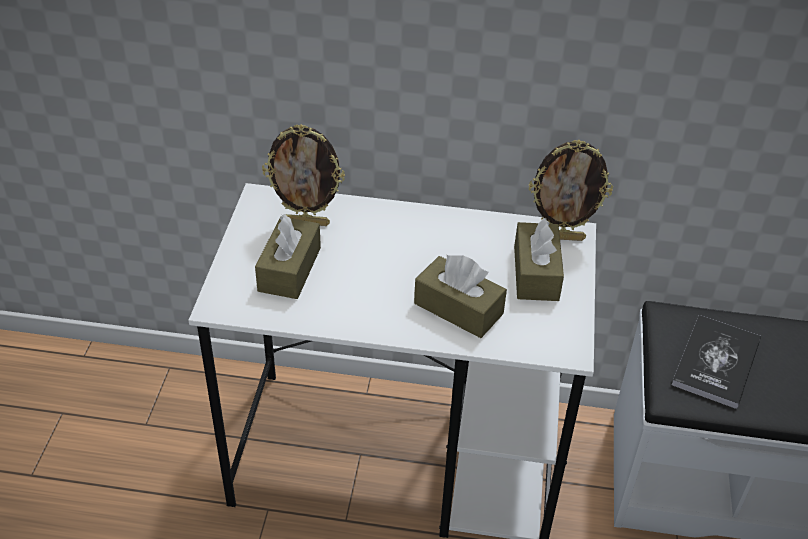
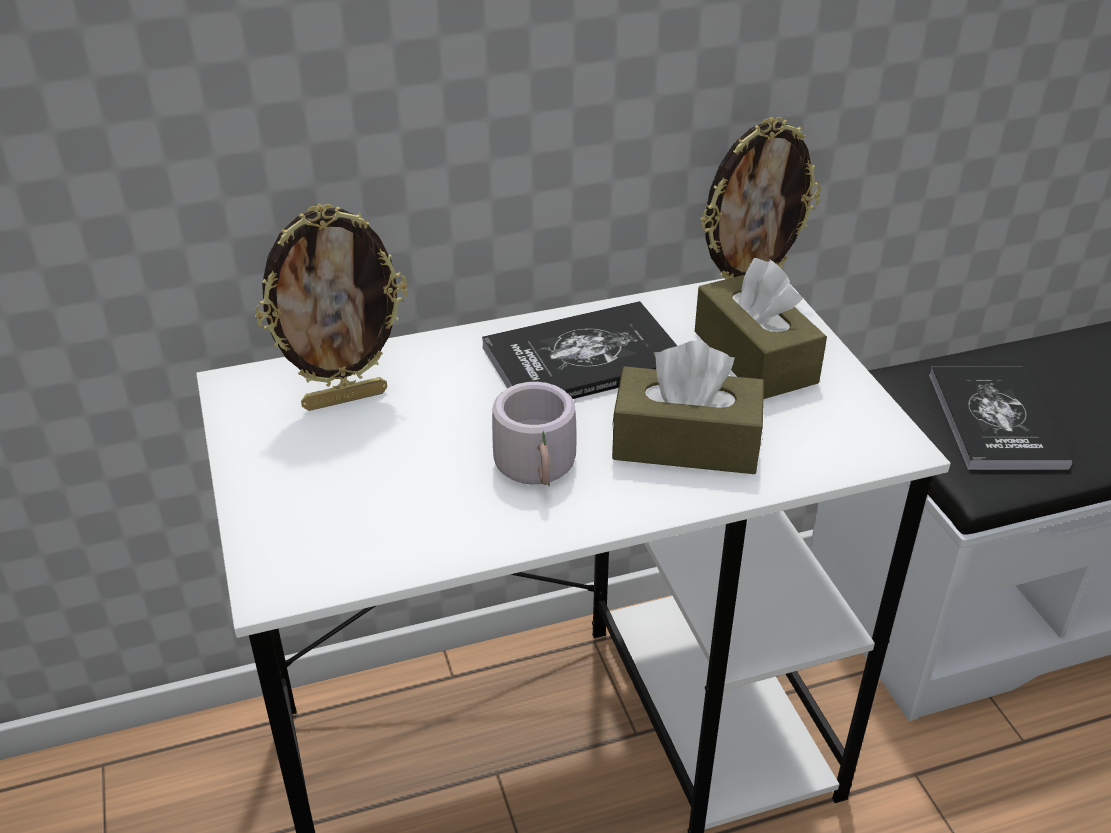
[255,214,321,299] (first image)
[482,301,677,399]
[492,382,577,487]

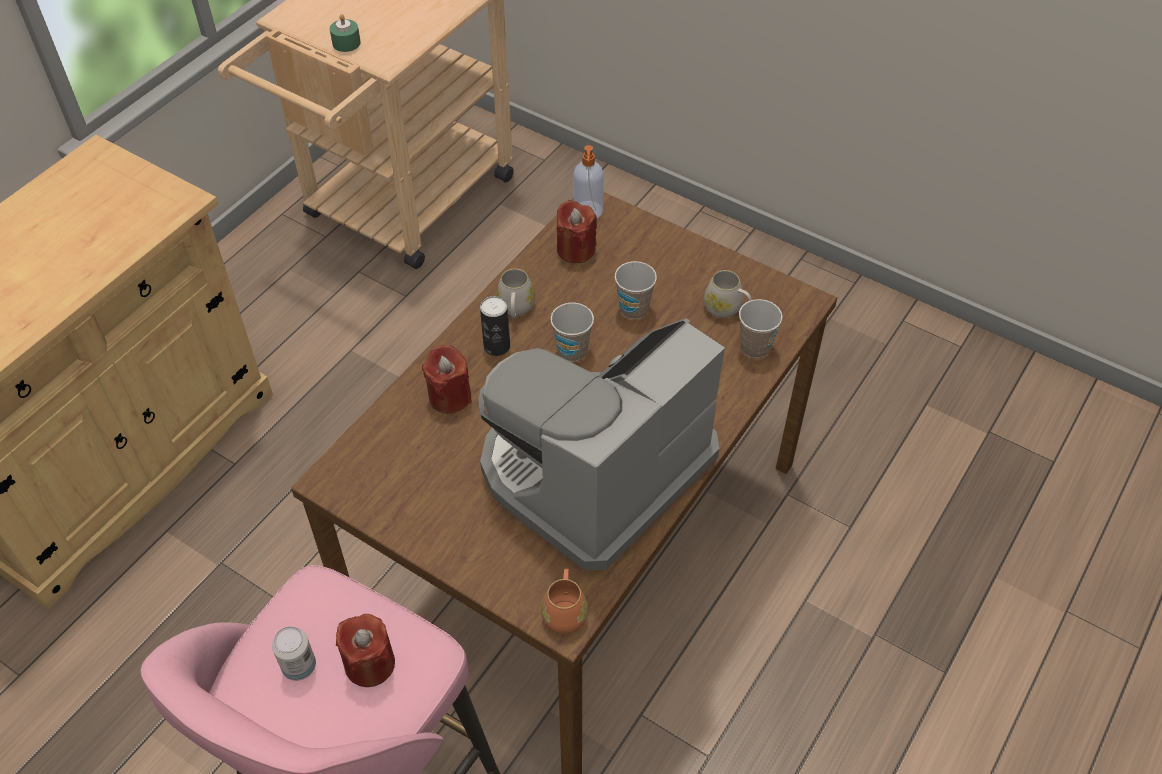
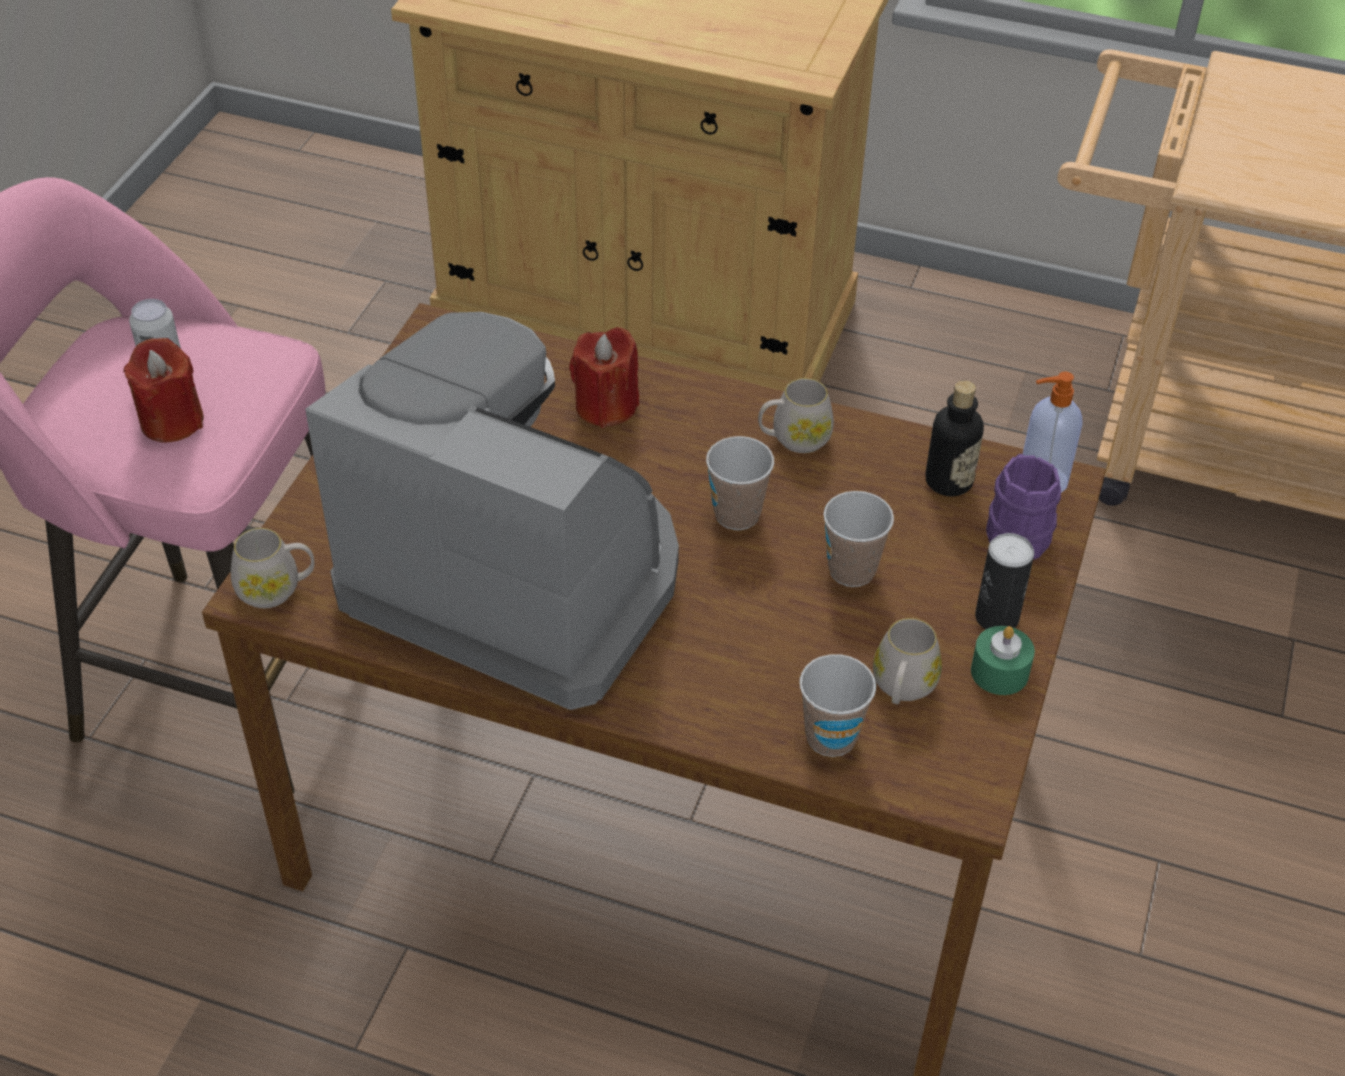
[986,454,1061,560]
[971,626,1035,695]
[975,533,1034,629]
[926,380,984,496]
[231,528,314,608]

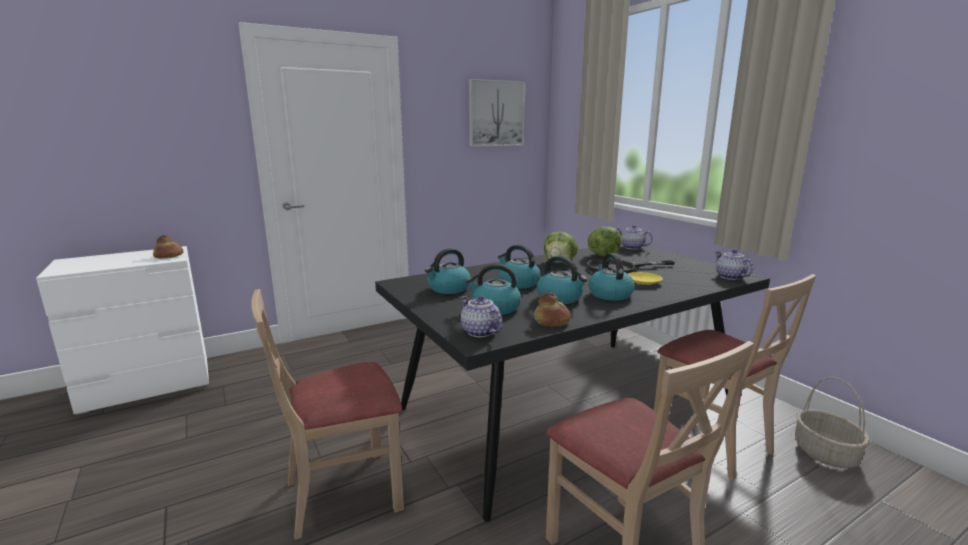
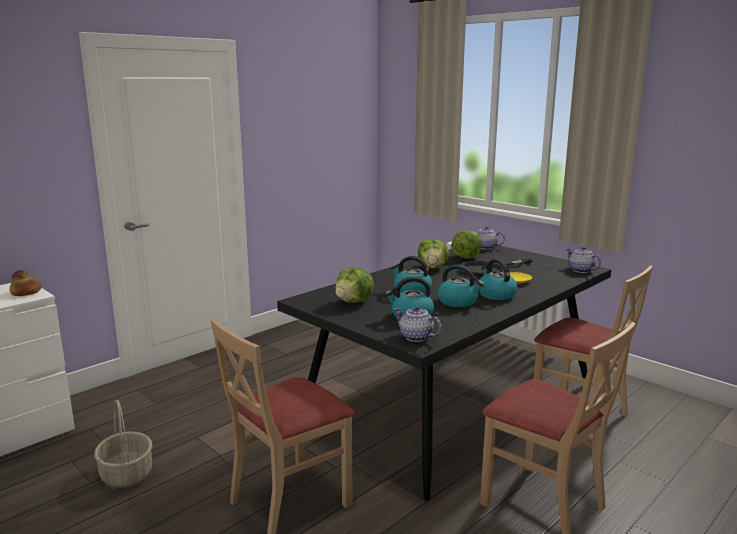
[469,79,525,147] (first image)
[534,292,571,327] (first image)
[94,400,152,487]
[335,268,374,303]

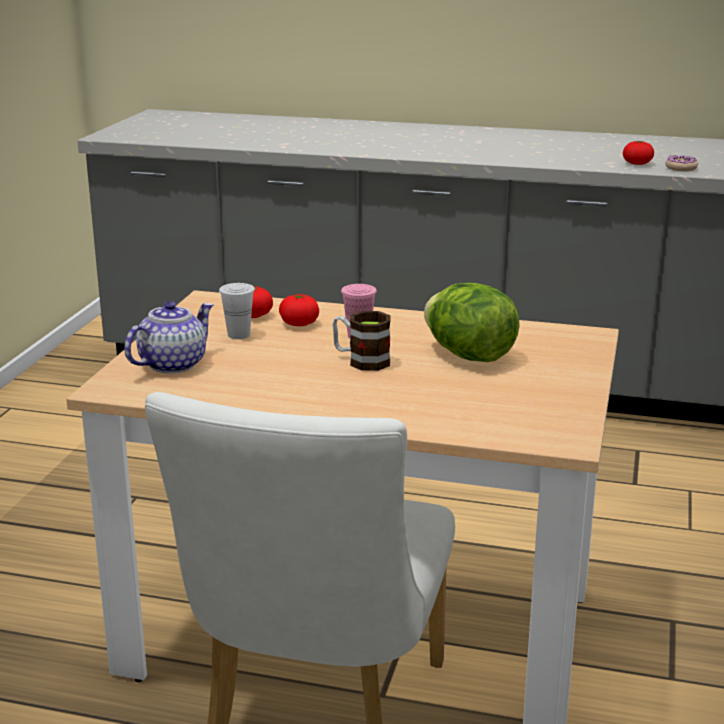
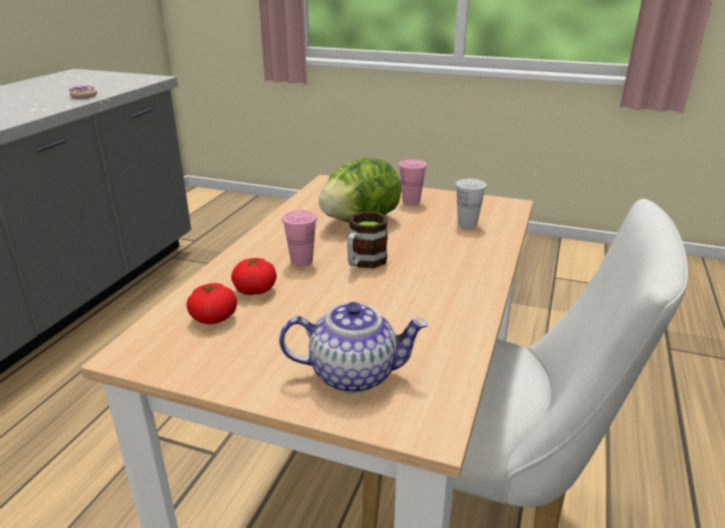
[623,141,654,165] (first image)
[399,159,427,205]
[455,179,487,228]
[279,302,428,393]

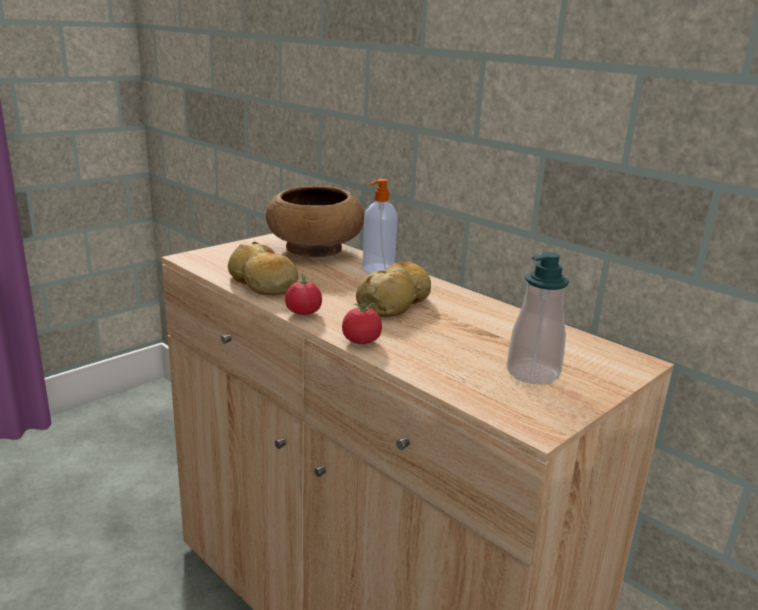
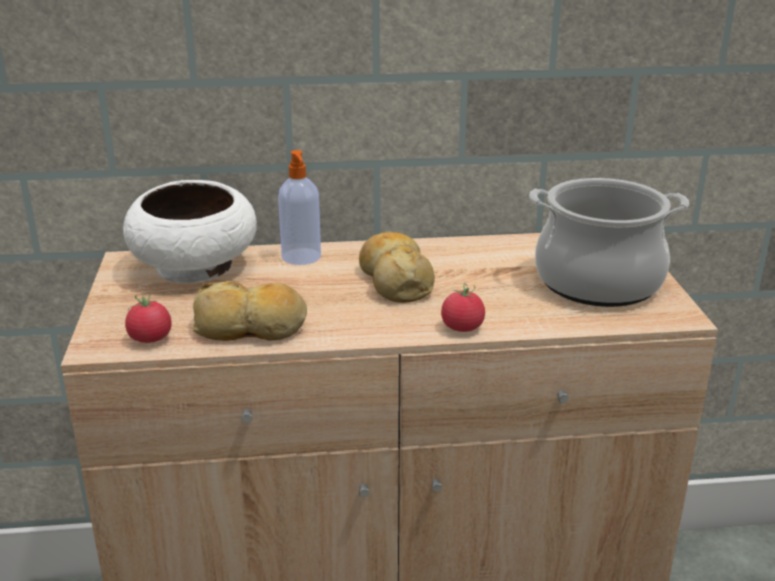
[125,294,171,343]
[529,178,689,307]
[123,180,257,283]

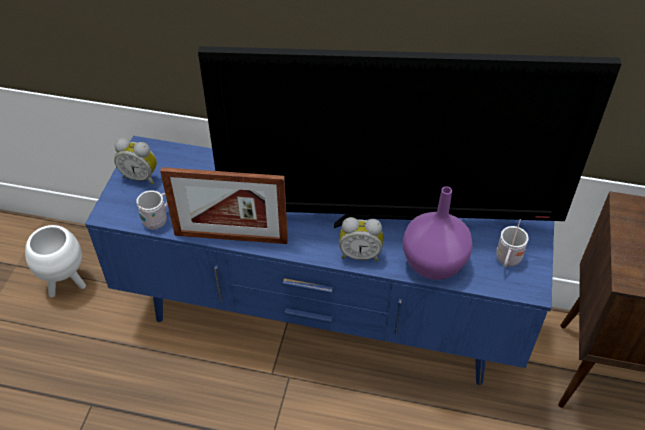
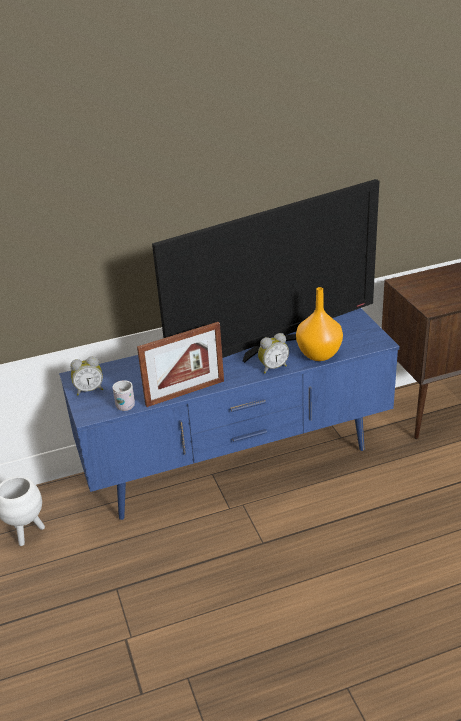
[496,219,529,268] (first image)
[296,287,343,361]

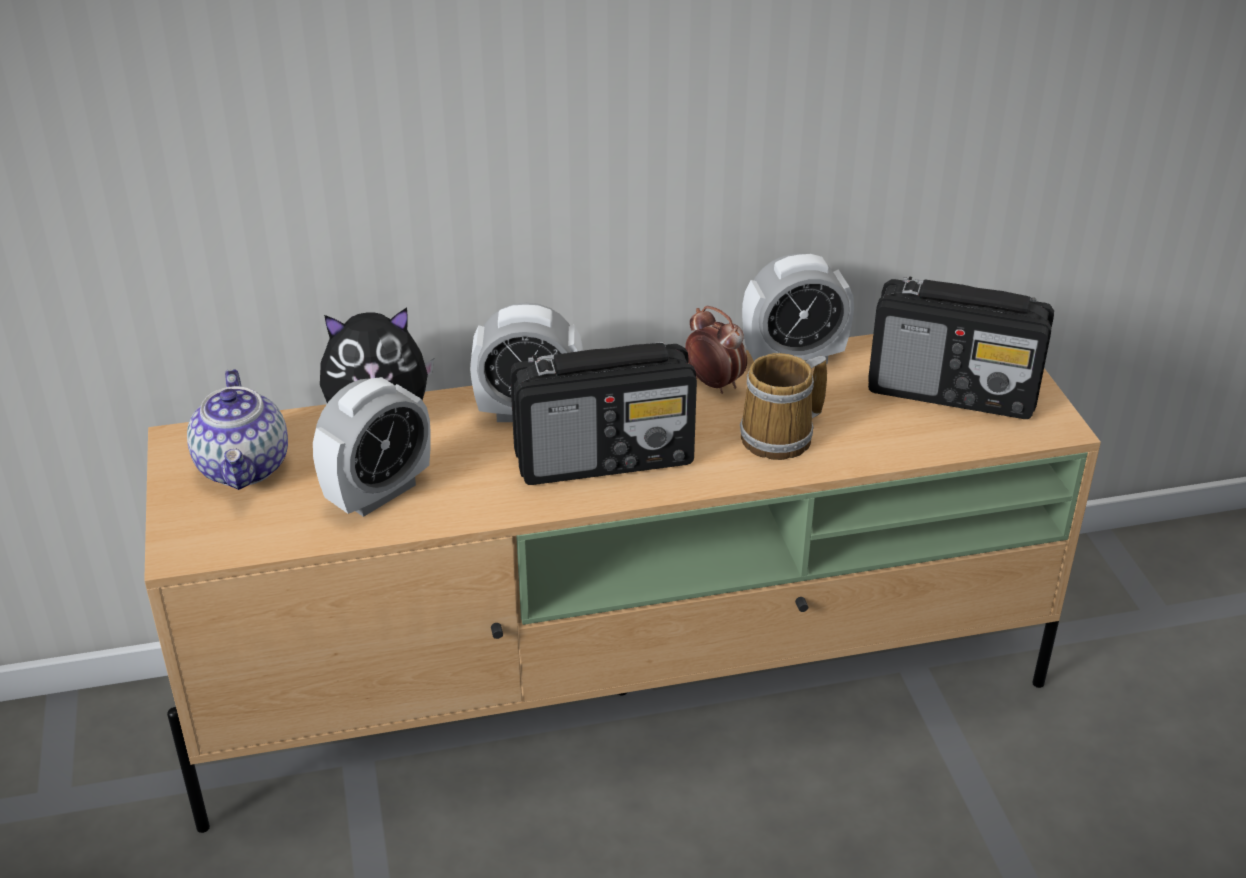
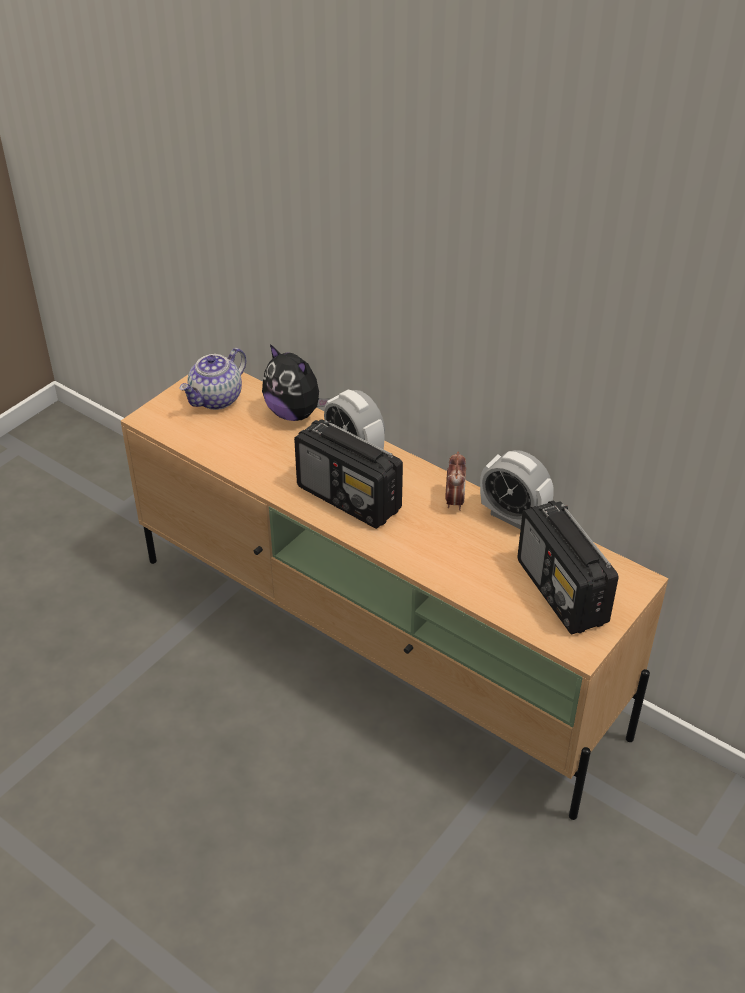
[313,377,431,517] (first image)
[740,353,827,460] (first image)

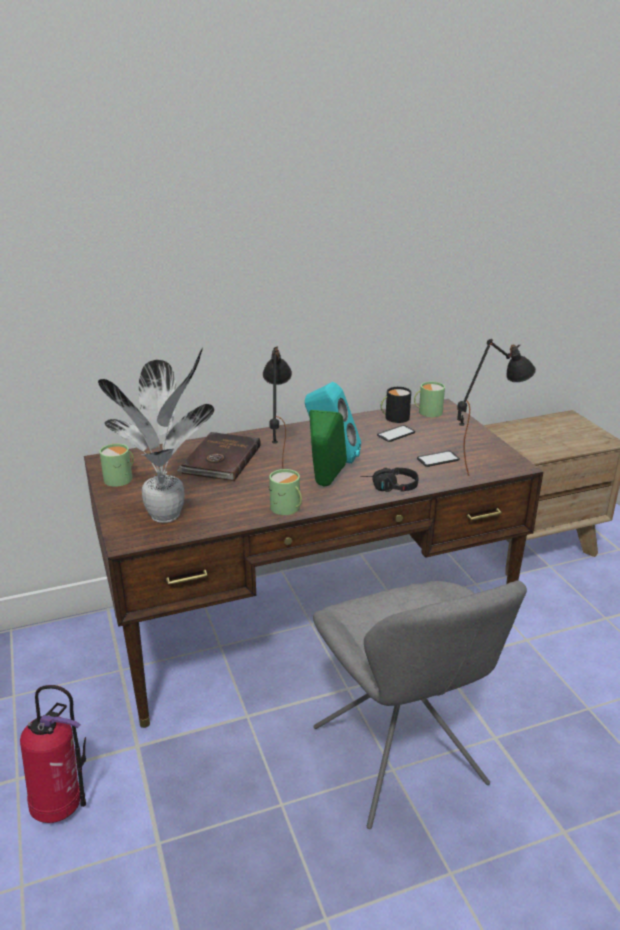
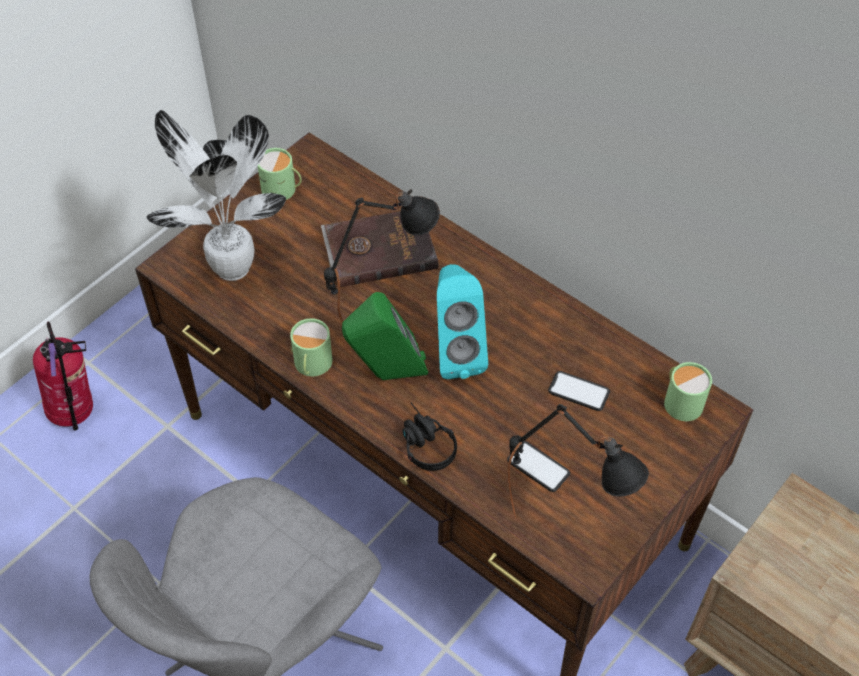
[381,387,411,423] (first image)

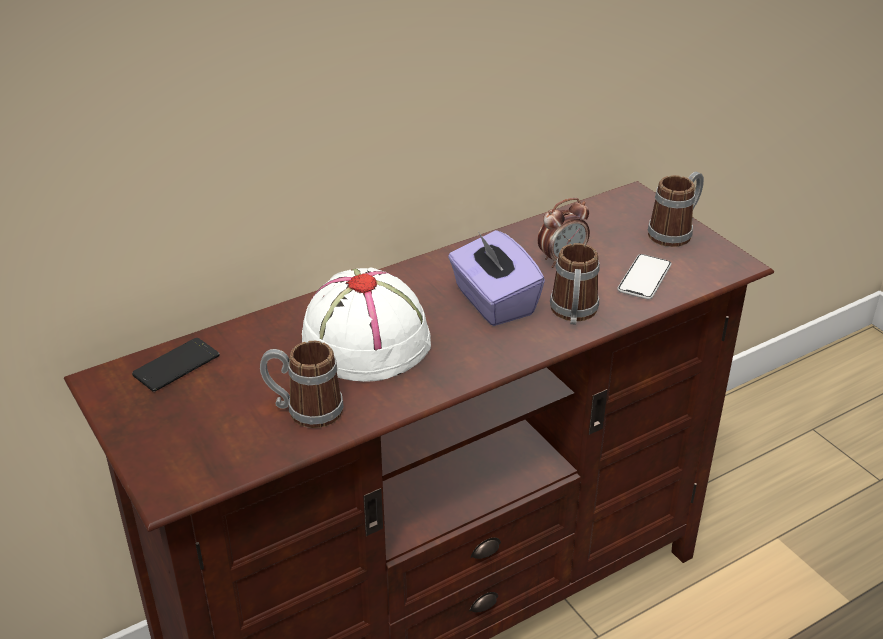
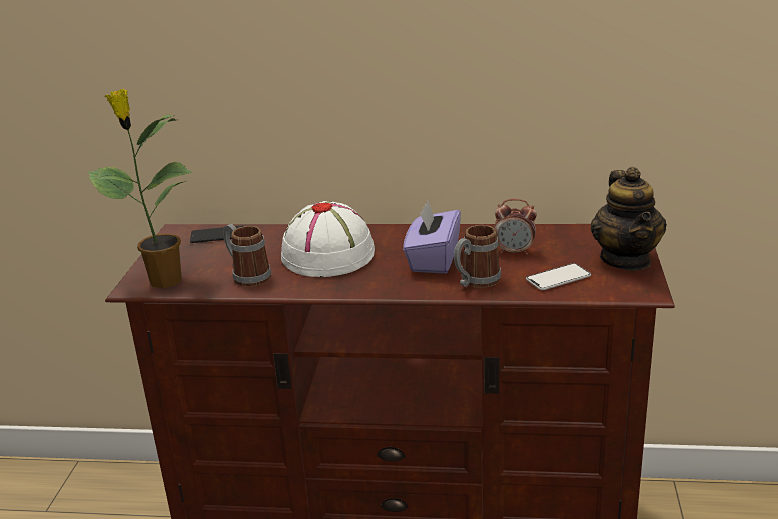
[88,89,192,288]
[590,167,667,270]

